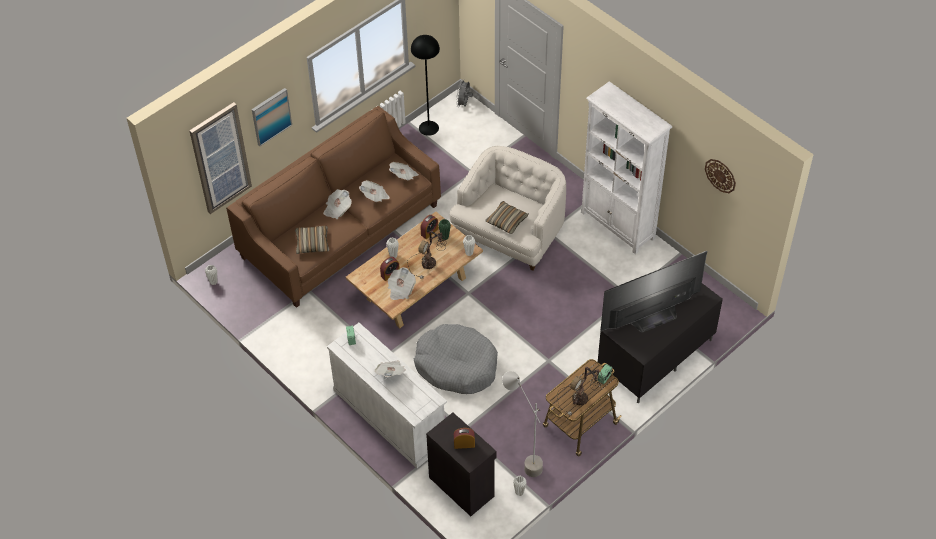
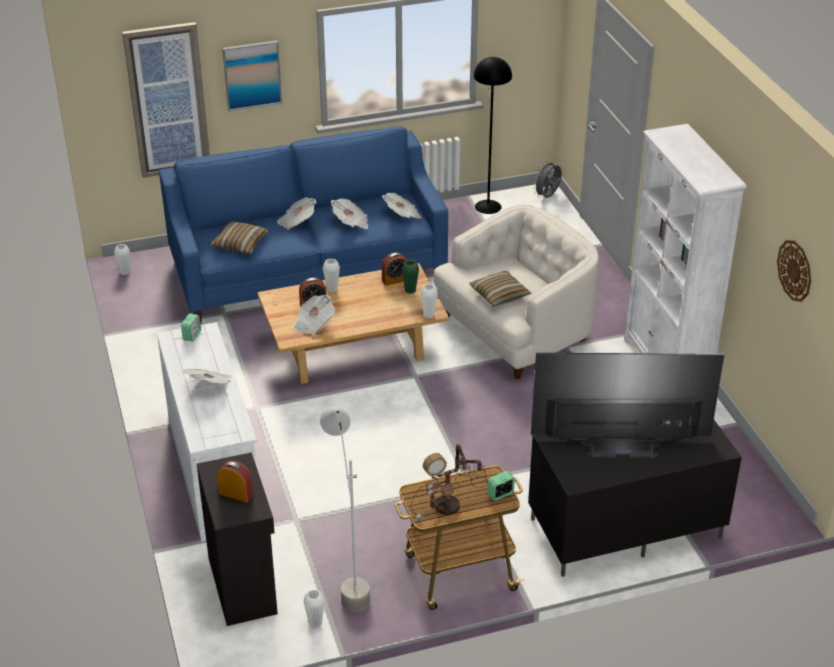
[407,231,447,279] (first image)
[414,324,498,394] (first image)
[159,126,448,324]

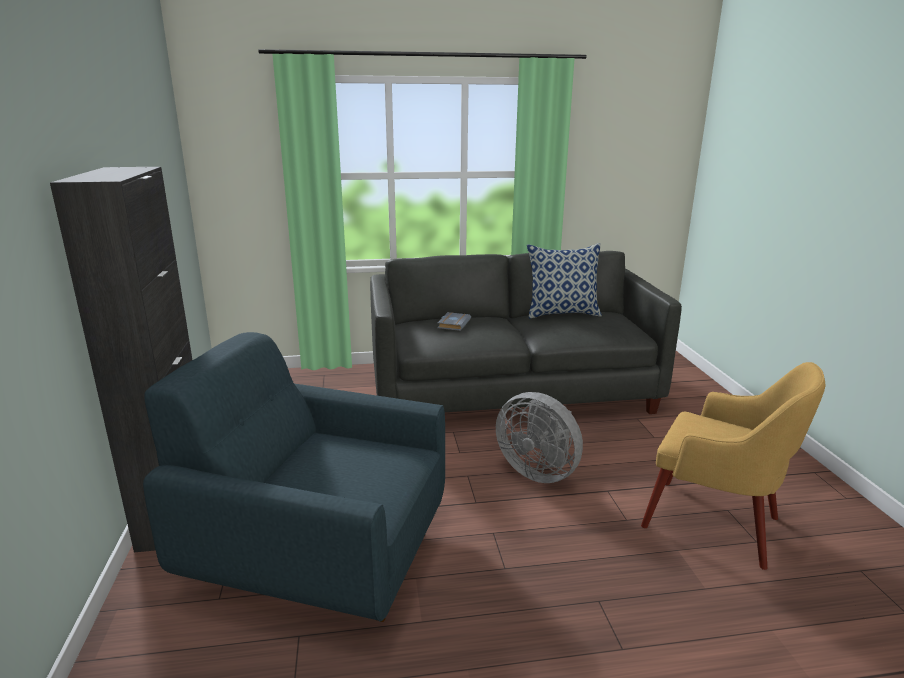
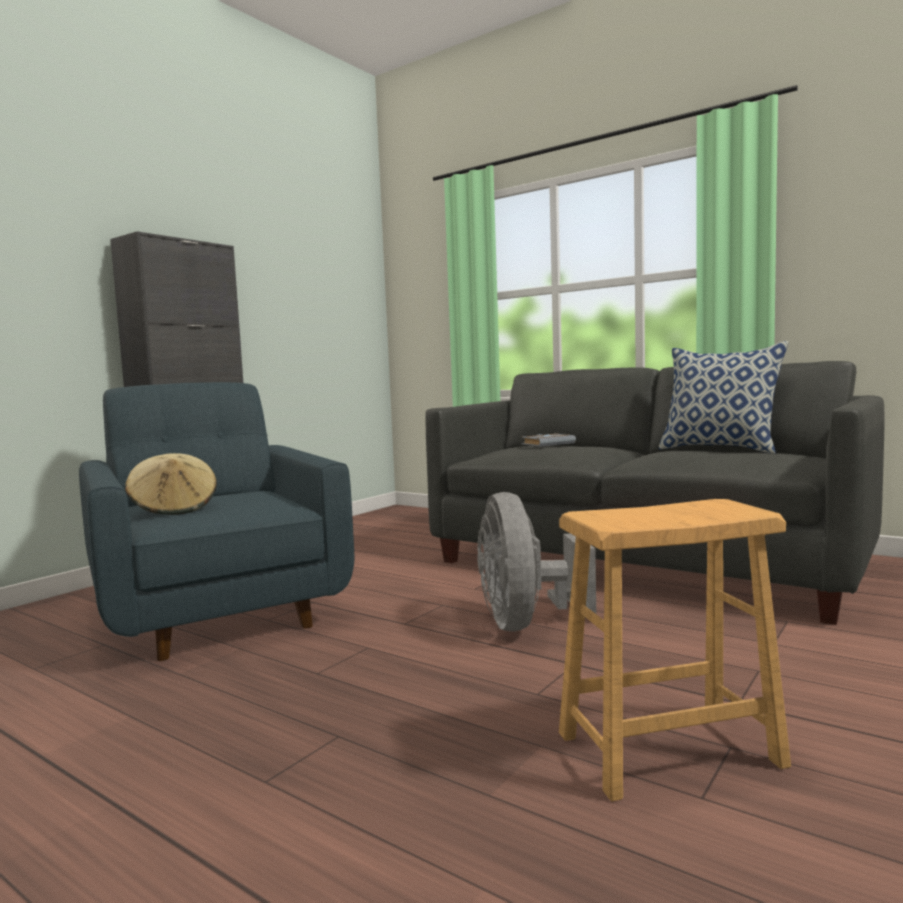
[125,453,217,515]
[559,499,791,802]

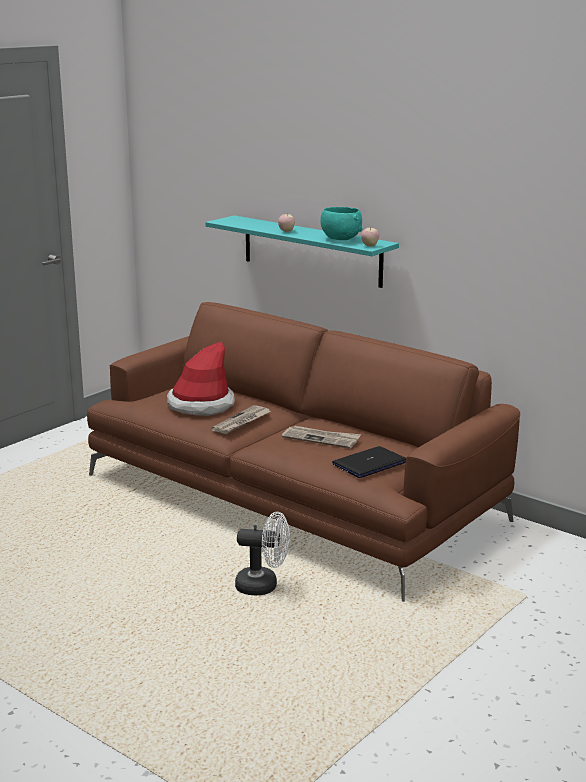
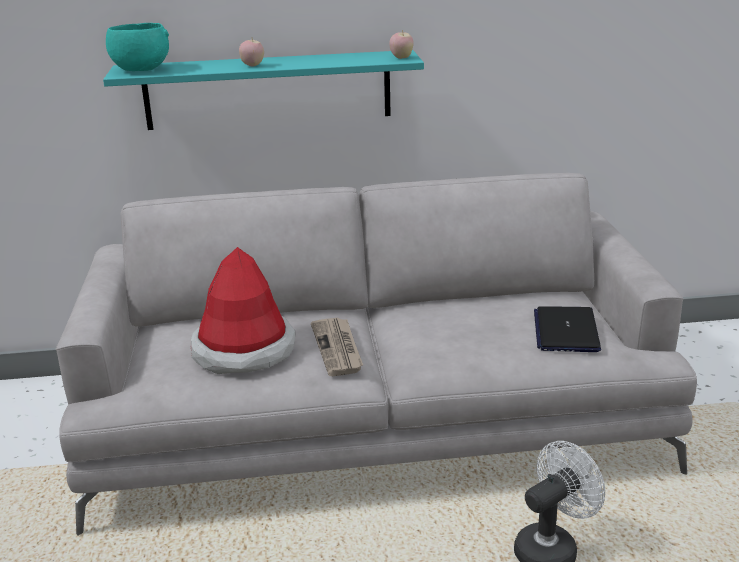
[282,426,361,449] (first image)
[106,23,169,71]
[56,173,697,536]

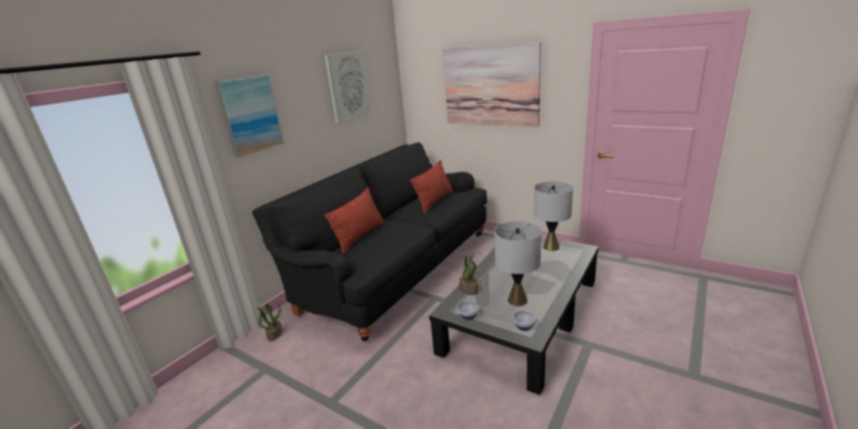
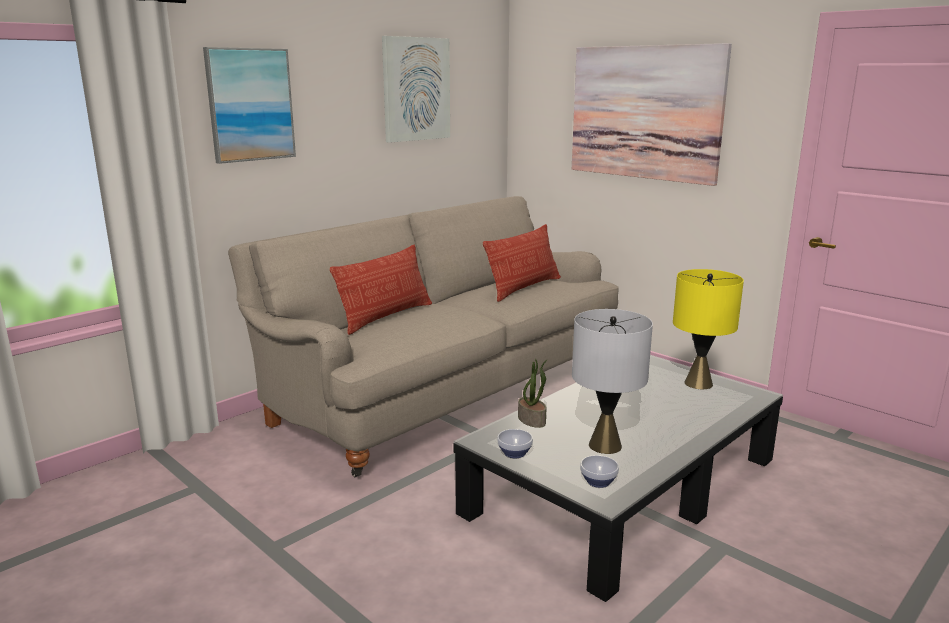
[257,304,282,341] (first image)
[228,196,619,477]
[673,269,744,389]

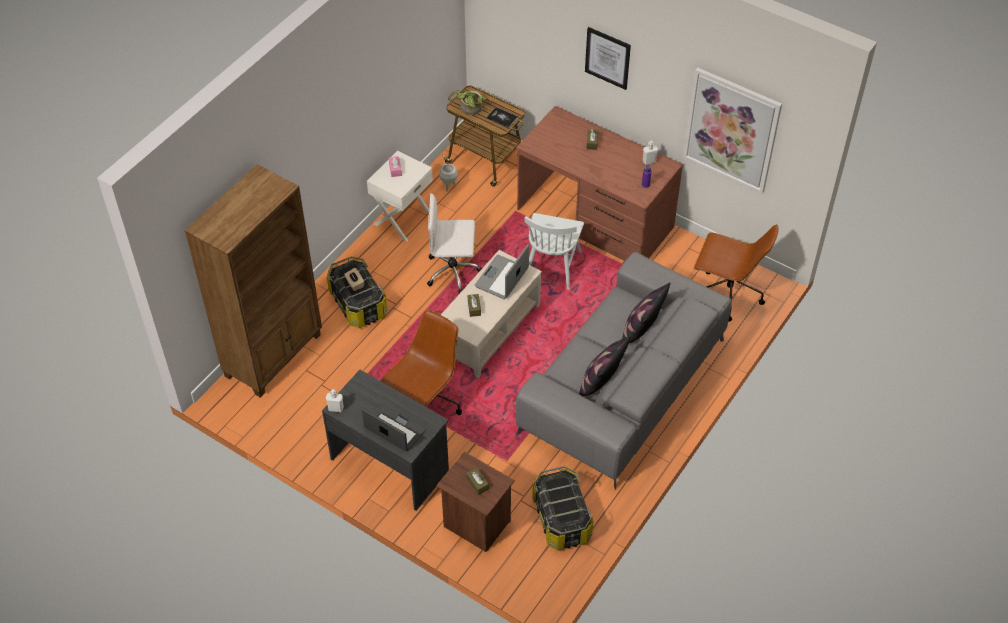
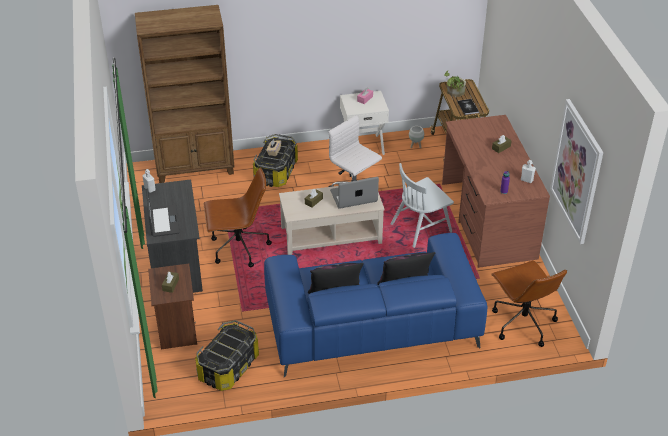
[585,27,631,90] (first image)
[264,233,487,378]

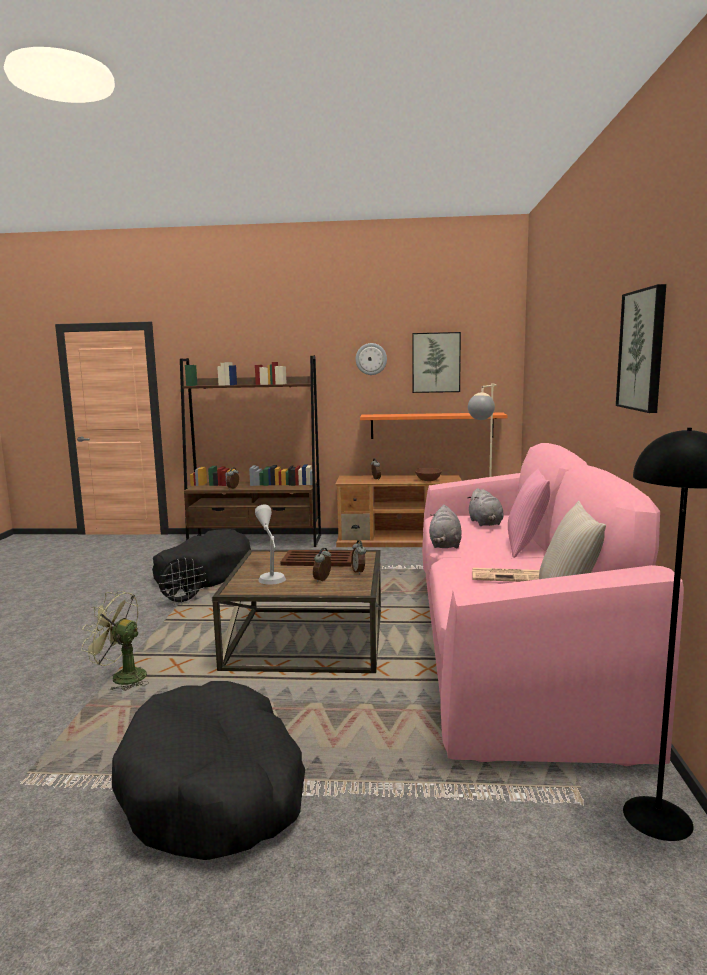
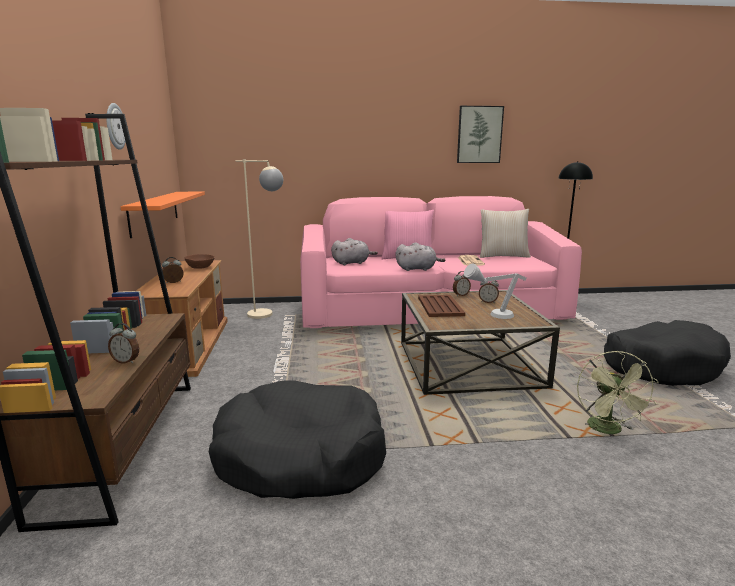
[158,558,206,605] (first image)
[412,332,461,393] (first image)

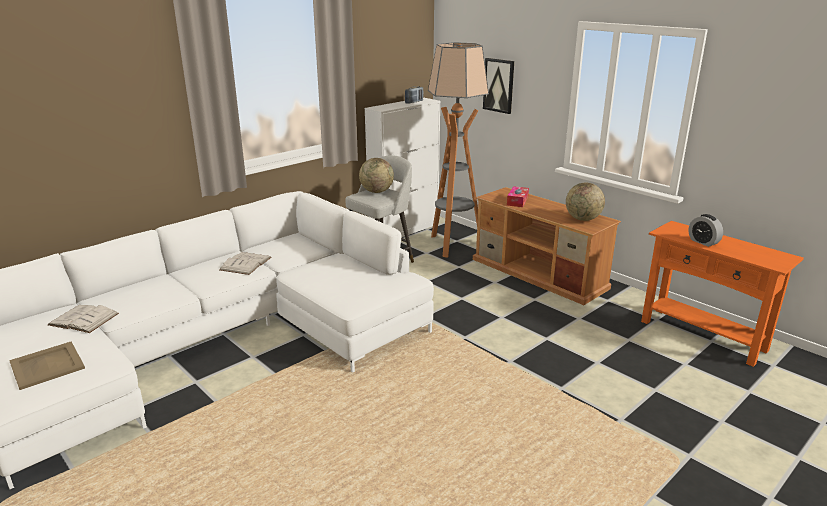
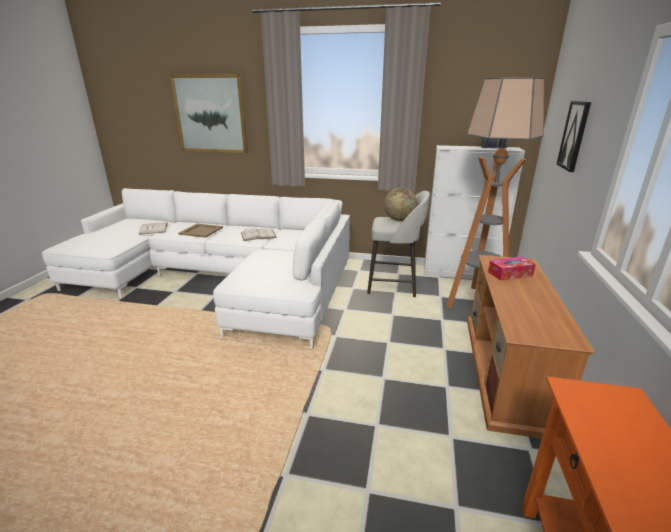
[566,183,605,221] (first image)
[688,214,723,247] (first image)
[170,74,248,153]
[178,224,223,238]

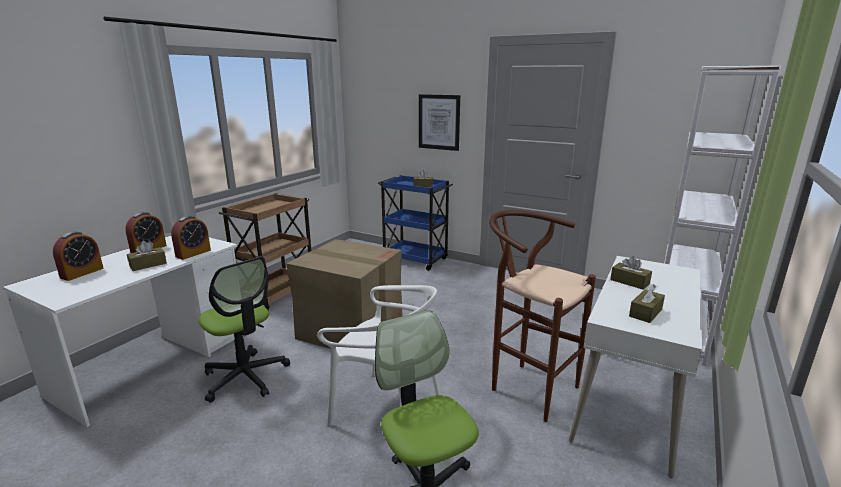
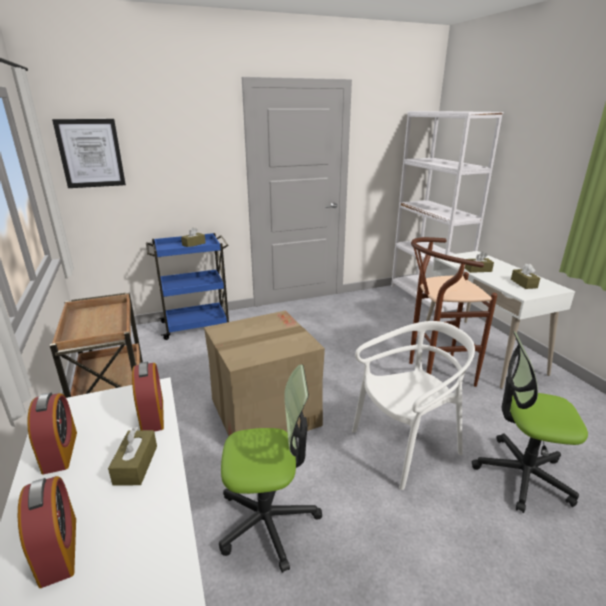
[52,119,126,188]

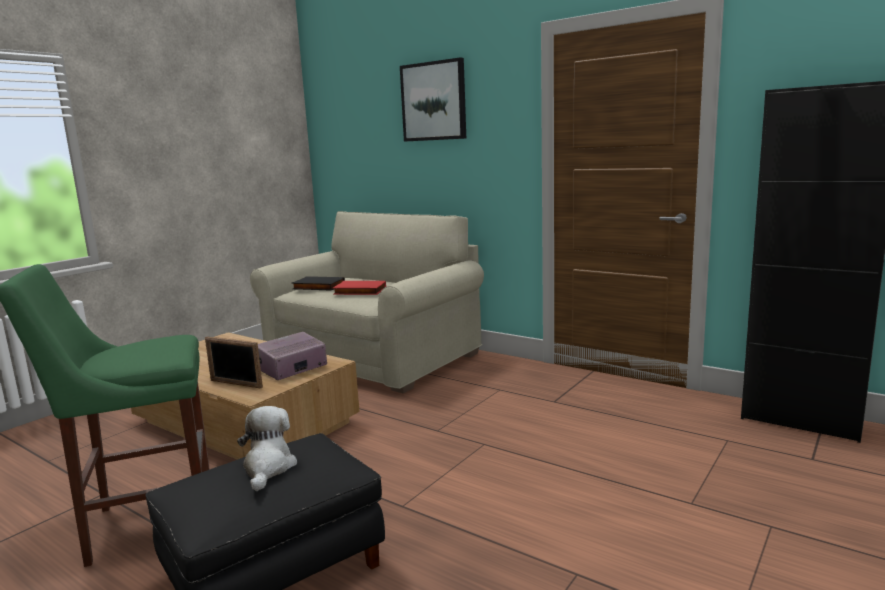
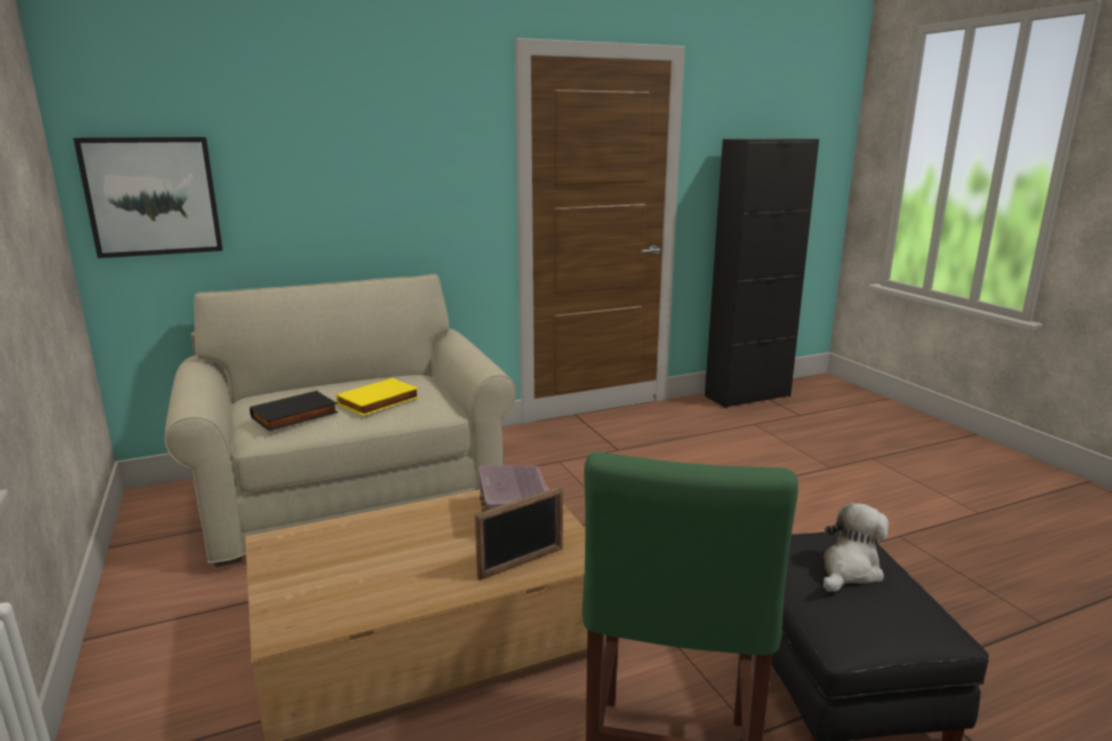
[73,137,223,258]
[337,378,419,416]
[823,503,889,592]

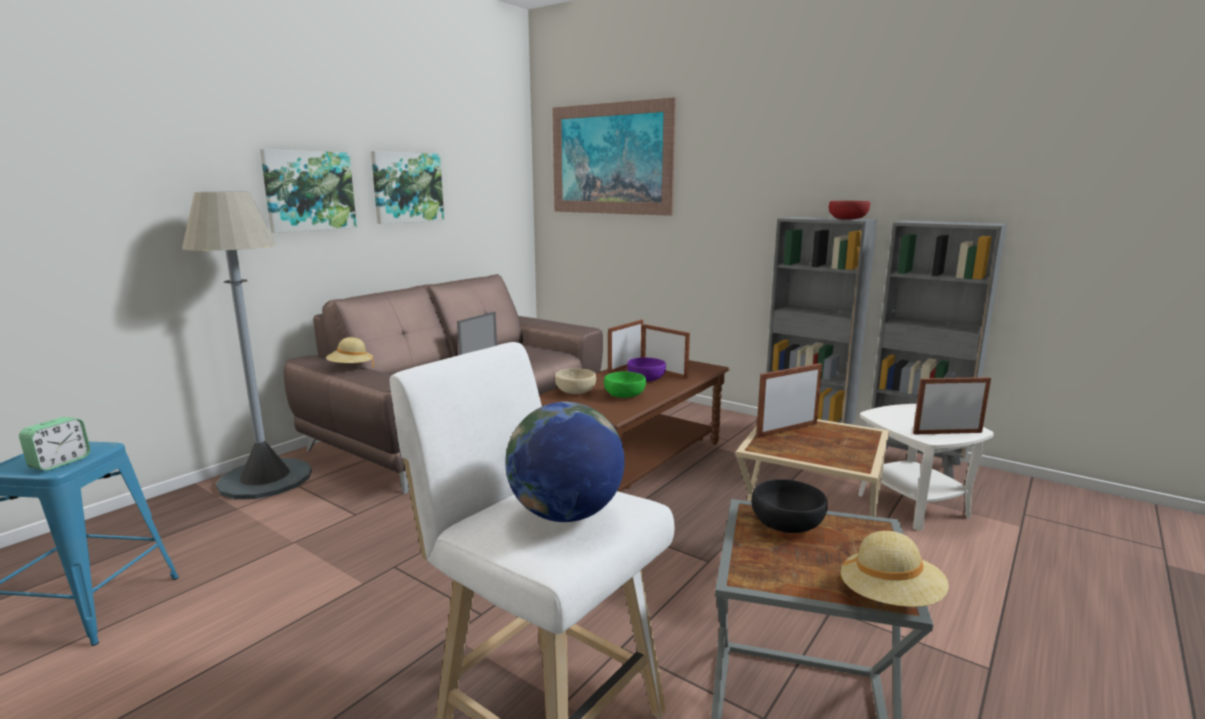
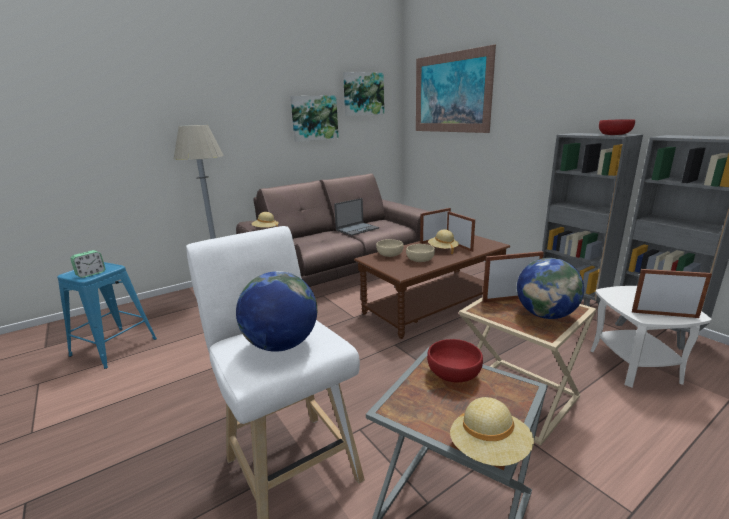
[517,258,584,319]
[343,72,384,116]
[428,229,459,254]
[406,244,435,262]
[427,339,483,382]

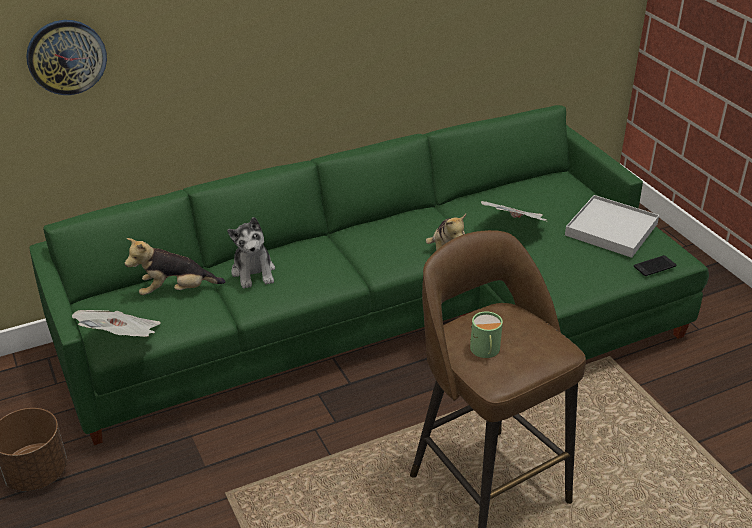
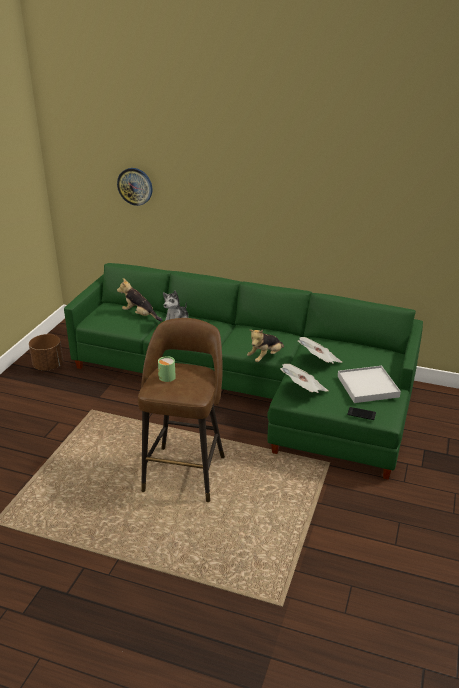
[280,364,328,393]

